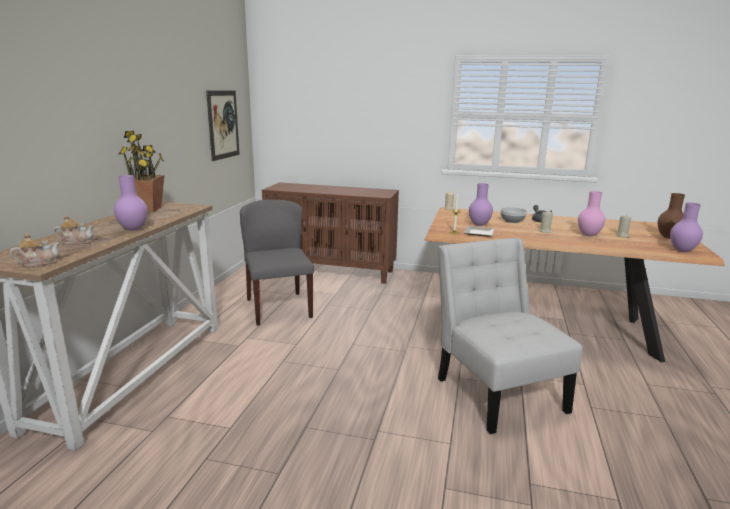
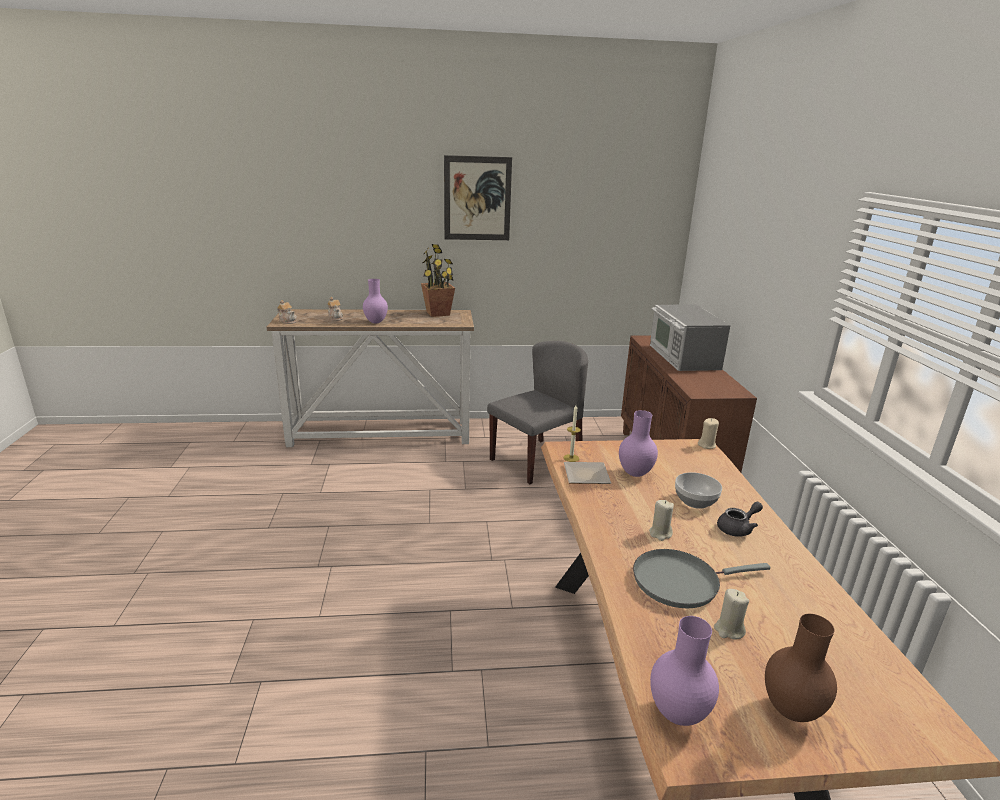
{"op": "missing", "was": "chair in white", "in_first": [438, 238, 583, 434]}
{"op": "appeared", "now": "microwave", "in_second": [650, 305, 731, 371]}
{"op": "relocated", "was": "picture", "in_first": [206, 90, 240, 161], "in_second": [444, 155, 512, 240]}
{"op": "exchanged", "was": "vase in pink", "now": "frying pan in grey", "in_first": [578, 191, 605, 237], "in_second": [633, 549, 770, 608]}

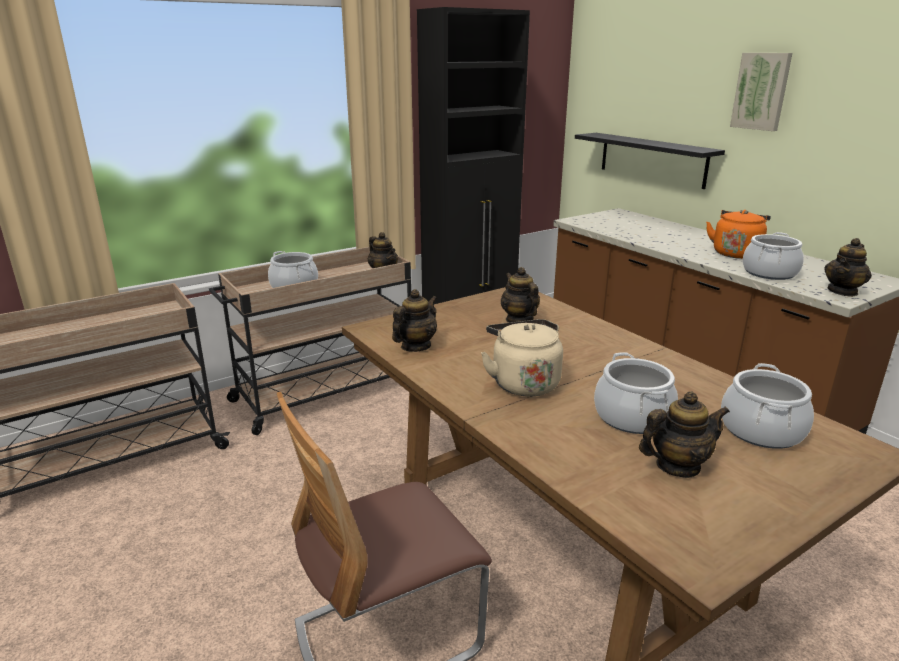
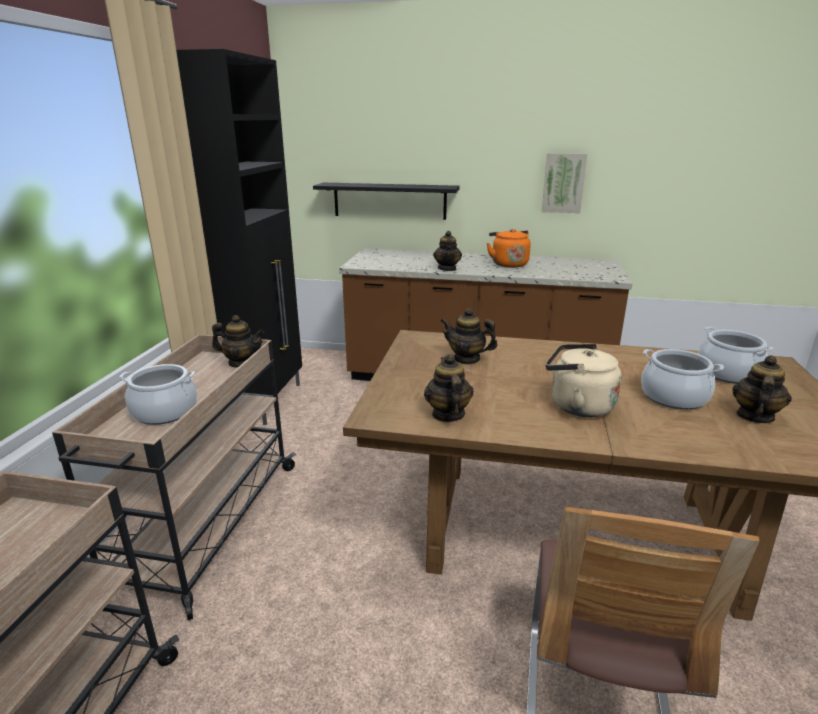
{"op": "missing", "was": "cooking pot", "in_first": [743, 232, 804, 280]}
{"op": "relocated", "was": "picture", "in_first": [730, 53, 792, 131], "in_second": [542, 153, 587, 213]}
{"op": "relocated", "was": "teapot", "in_first": [825, 238, 872, 297], "in_second": [433, 231, 462, 271]}

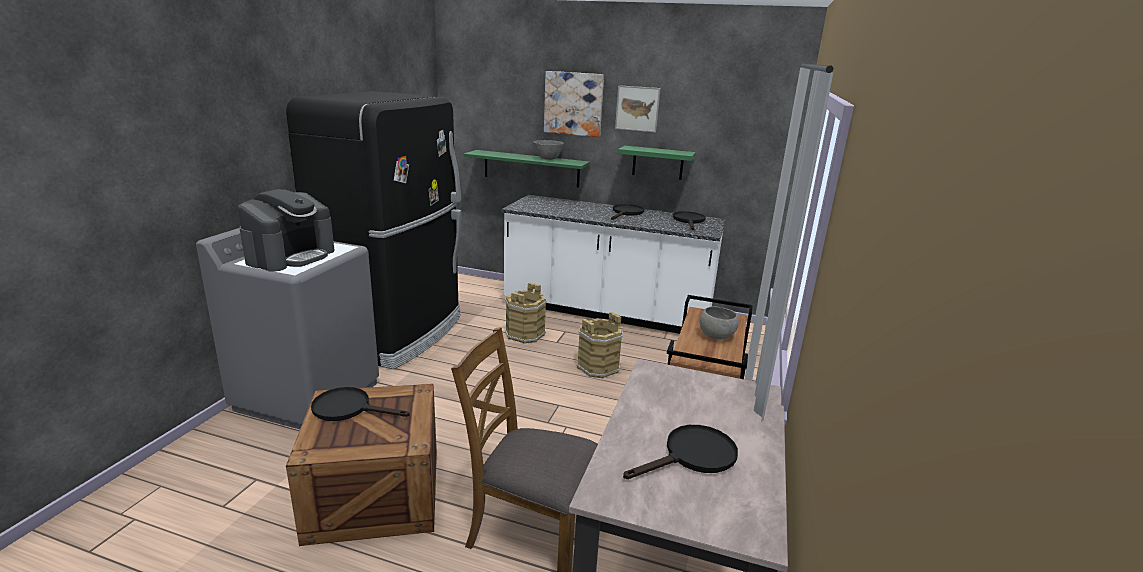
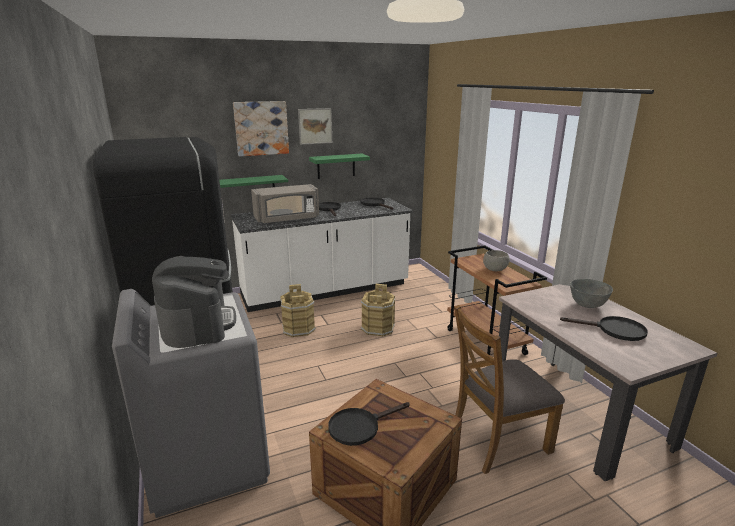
{"op": "appeared", "now": "microwave in grey", "in_second": [251, 184, 319, 224]}
{"op": "relocated", "was": "bowl in grey", "in_first": [533, 140, 564, 160], "in_second": [570, 279, 613, 308]}
{"op": "spun", "was": "frying pan in black", "in_first": [623, 425, 738, 479], "in_second": [560, 316, 648, 341], "clockwise": 90}

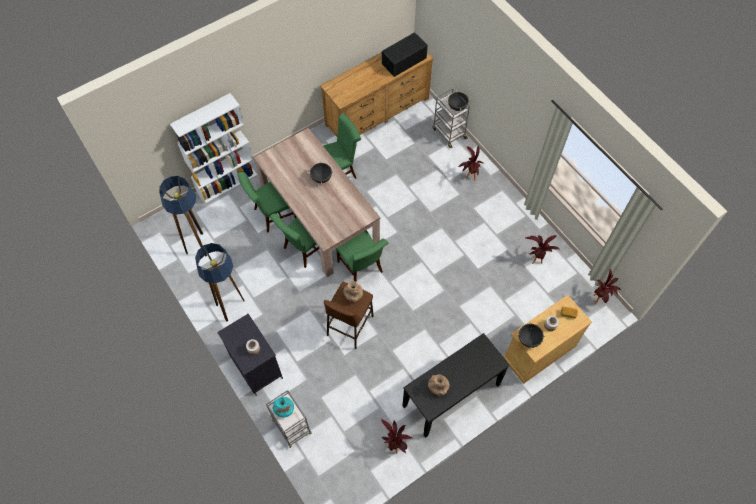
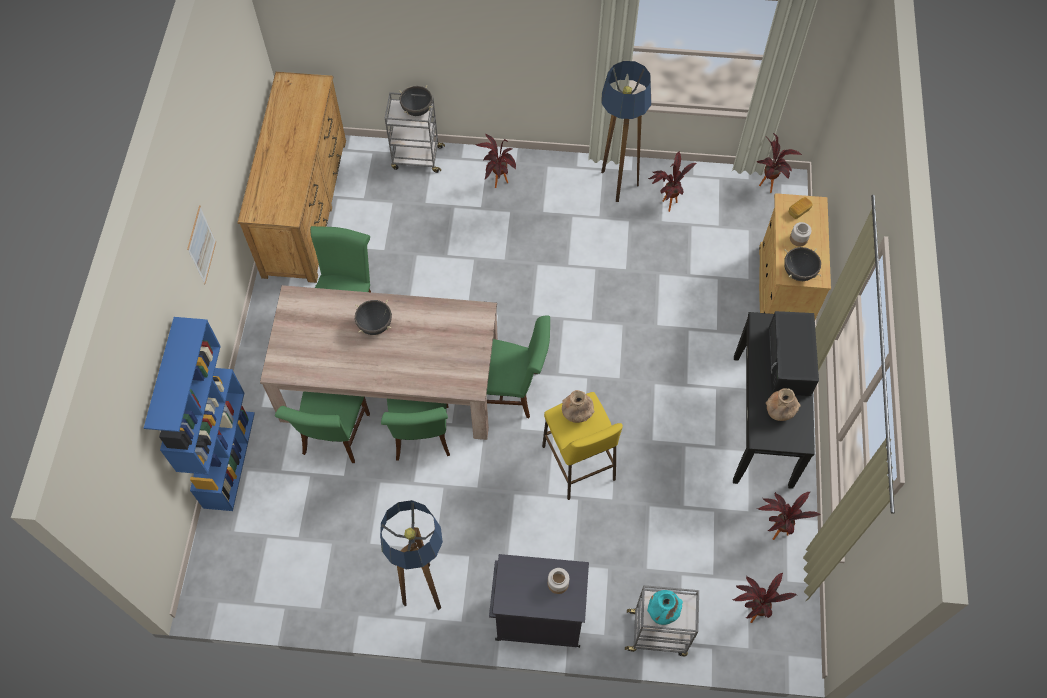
{"op": "appeared", "now": "picture", "in_second": [187, 205, 216, 284]}
{"op": "appeared", "now": "potted plant", "in_second": [733, 573, 797, 623]}
{"op": "relocated", "was": "floor lamp", "in_first": [160, 176, 207, 257], "in_second": [601, 61, 651, 202]}
{"op": "relocated", "was": "microwave in black", "in_first": [382, 32, 428, 77], "in_second": [768, 311, 819, 396]}
{"op": "colour", "was": "bookcase in white", "now": "bookcase in blue", "in_first": [170, 93, 257, 204], "in_second": [144, 317, 255, 511]}
{"op": "colour", "was": "stool in brown", "now": "stool in yellow", "in_first": [324, 282, 374, 349], "in_second": [542, 392, 623, 500]}

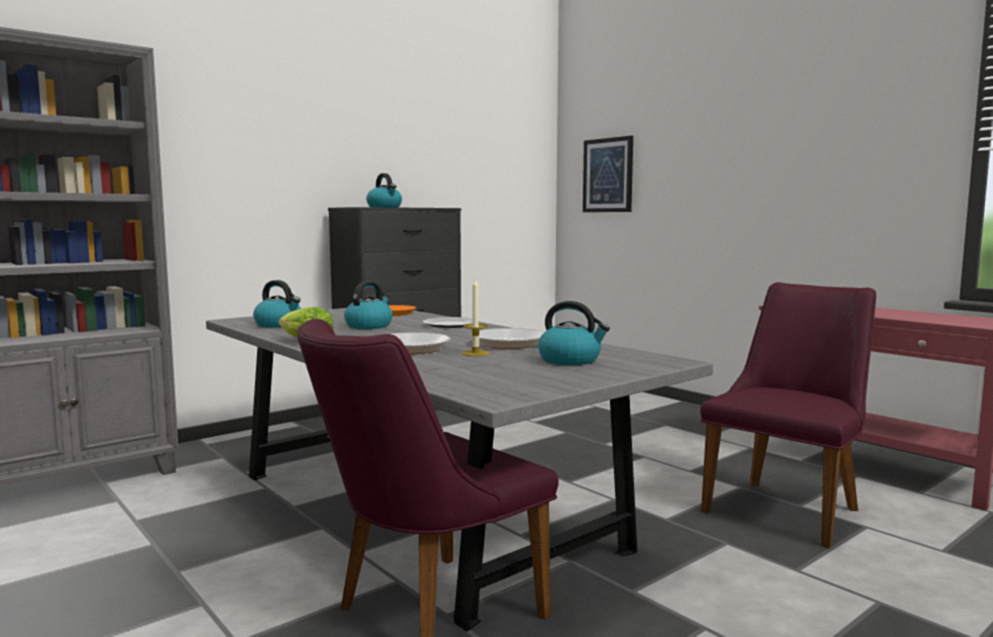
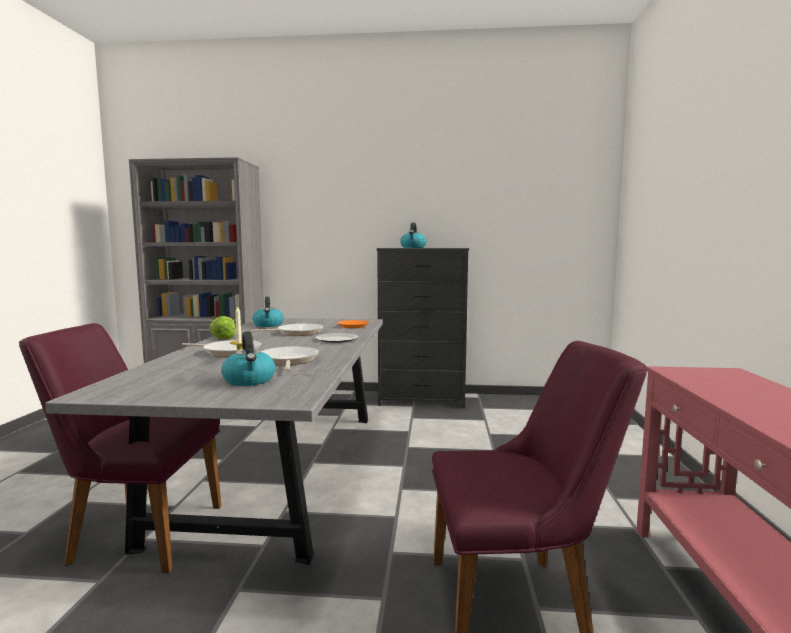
{"op": "missing", "was": "picture", "in_first": [583, 136, 633, 212]}
{"op": "exchanged", "was": "kettle", "now": "frying pan", "in_first": [344, 281, 393, 329], "in_second": [251, 323, 323, 336]}

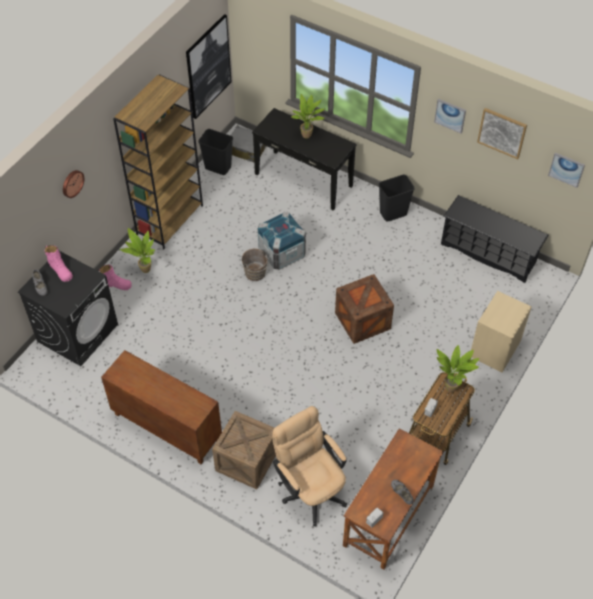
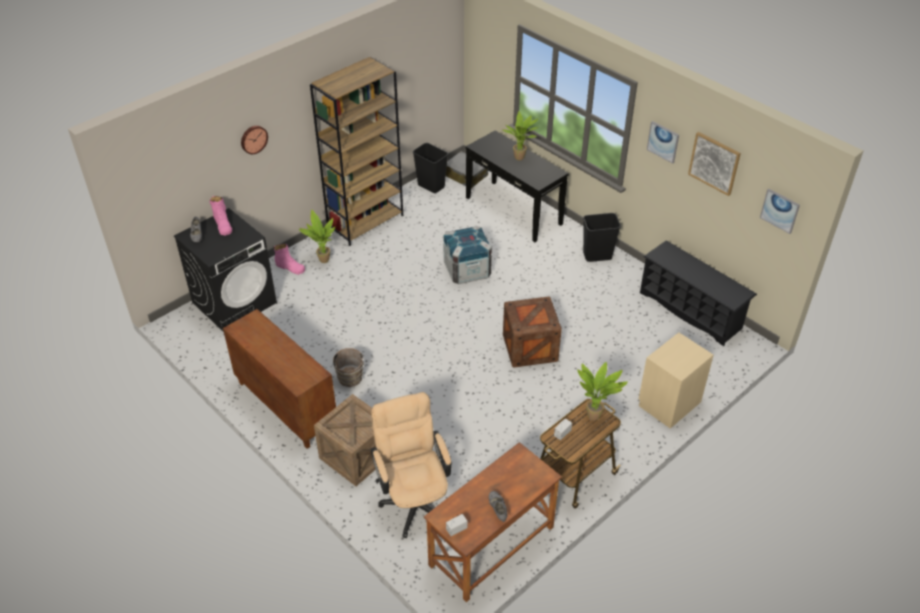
{"op": "missing", "was": "picture", "in_first": [186, 14, 232, 119]}
{"op": "relocated", "was": "bucket in brown", "in_first": [242, 249, 270, 281], "in_second": [332, 348, 364, 387]}

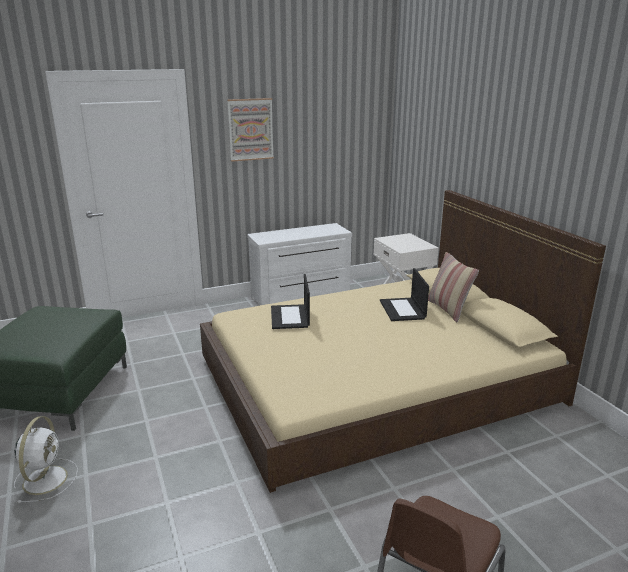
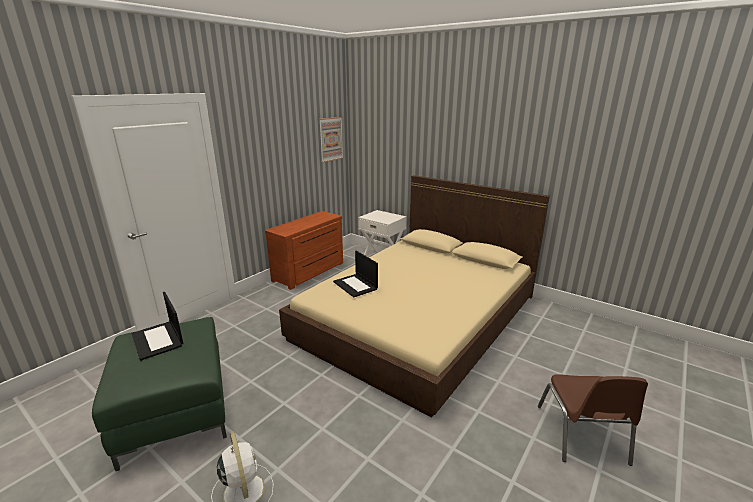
{"op": "missing", "was": "pillow", "in_first": [428, 252, 479, 322]}
{"op": "relocated", "was": "picture", "in_first": [227, 98, 274, 162], "in_second": [319, 117, 344, 163]}
{"op": "relocated", "was": "laptop", "in_first": [380, 268, 429, 321], "in_second": [131, 292, 184, 361]}
{"op": "colour", "was": "dresser in white", "now": "dresser in brown", "in_first": [247, 223, 352, 305], "in_second": [265, 211, 343, 290]}

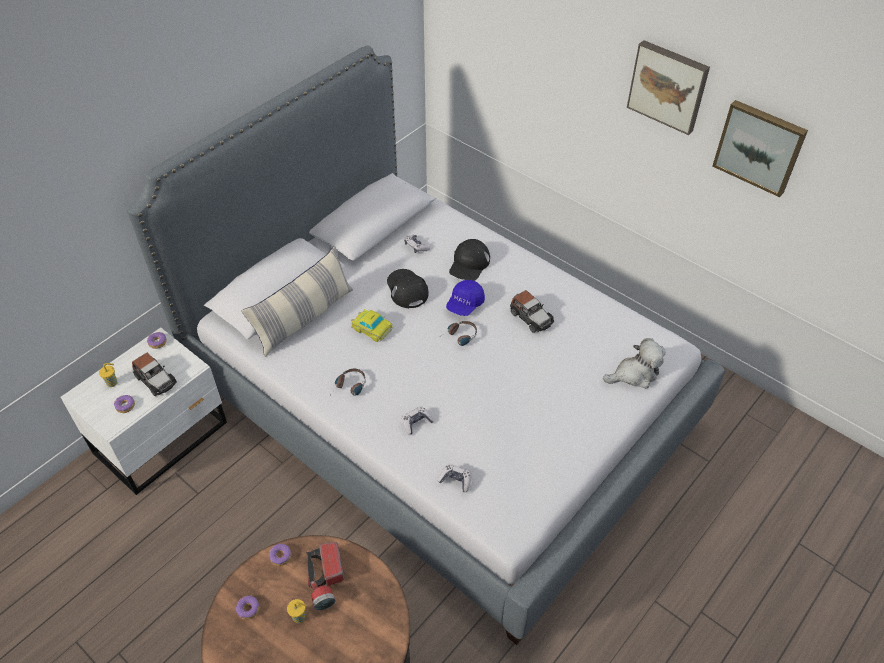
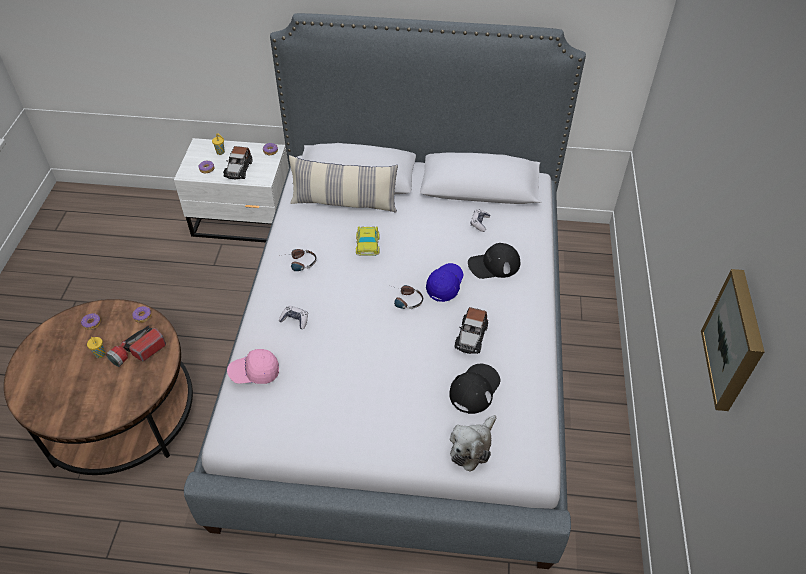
{"op": "missing", "was": "picture", "in_first": [627, 40, 710, 135]}
{"op": "relocated", "was": "cap in black", "in_first": [387, 269, 429, 308], "in_second": [449, 364, 500, 414]}
{"op": "exchanged", "was": "game controller", "now": "cap in pink", "in_first": [438, 464, 471, 492], "in_second": [227, 349, 279, 384]}
{"op": "spun", "was": "cap in blue", "in_first": [446, 280, 485, 316], "in_second": [426, 263, 464, 302], "clockwise": 120}
{"op": "spun", "was": "plush toy", "in_first": [603, 338, 666, 389], "in_second": [450, 415, 496, 472], "clockwise": 90}

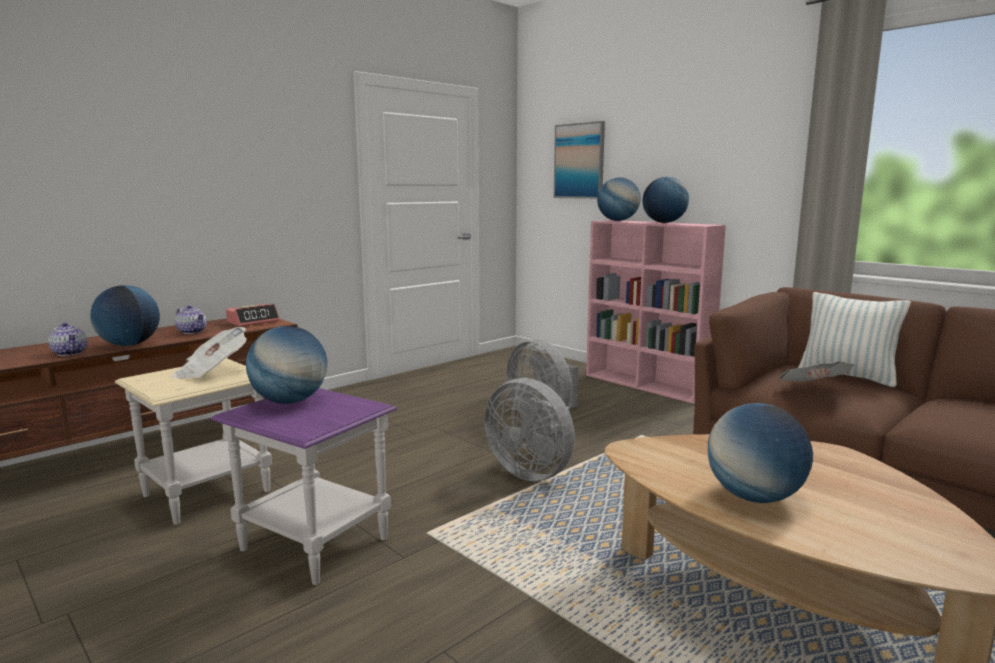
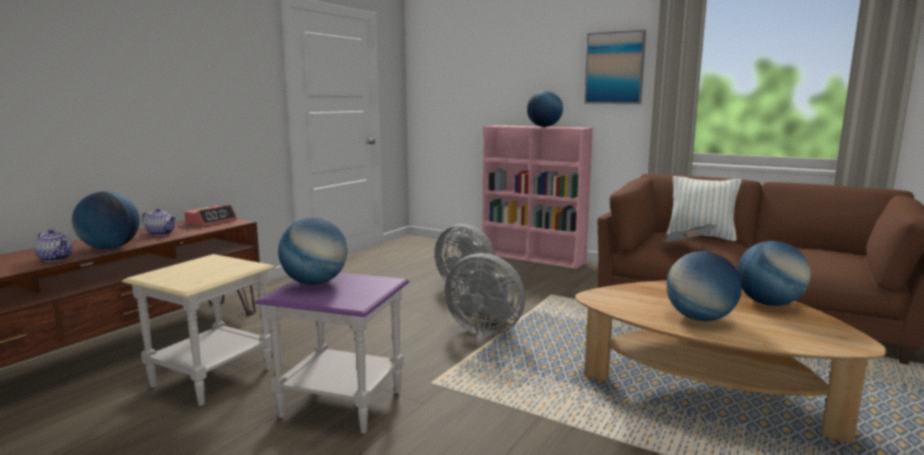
{"op": "missing", "was": "newspaper", "in_first": [172, 327, 247, 379]}
{"op": "relocated", "was": "picture", "in_first": [554, 121, 605, 199], "in_second": [584, 30, 646, 104]}
{"op": "relocated", "was": "globe", "in_first": [597, 177, 640, 221], "in_second": [737, 241, 811, 306]}

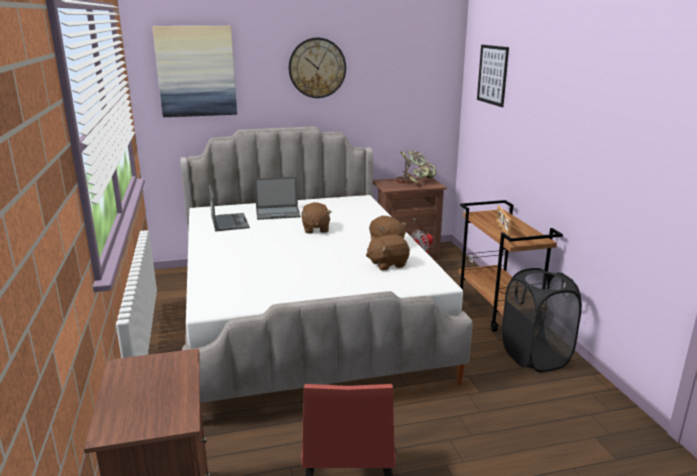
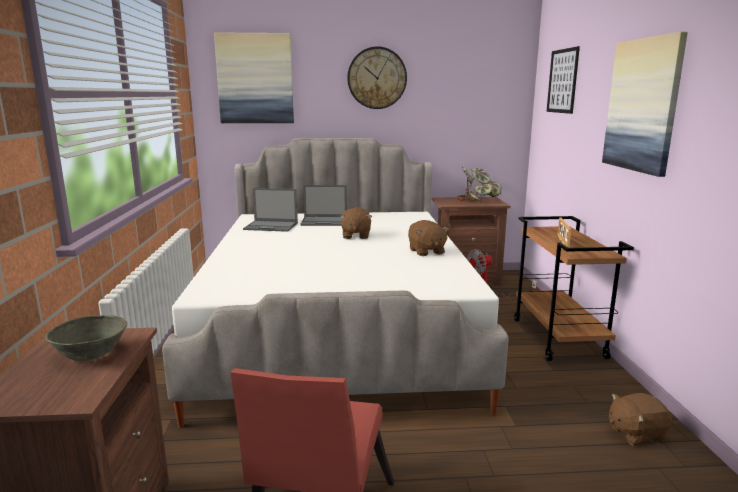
{"op": "missing", "was": "laundry basket in black", "in_first": [502, 268, 582, 372]}
{"op": "appeared", "now": "bowl in grey", "in_second": [45, 315, 128, 361]}
{"op": "appeared", "now": "picture", "in_second": [602, 32, 688, 177]}
{"op": "relocated", "was": "plush toy in brown", "in_first": [366, 235, 410, 270], "in_second": [609, 393, 672, 446]}
{"op": "spun", "was": "laptop", "in_first": [209, 185, 250, 232], "in_second": [243, 188, 298, 232], "clockwise": 105}

